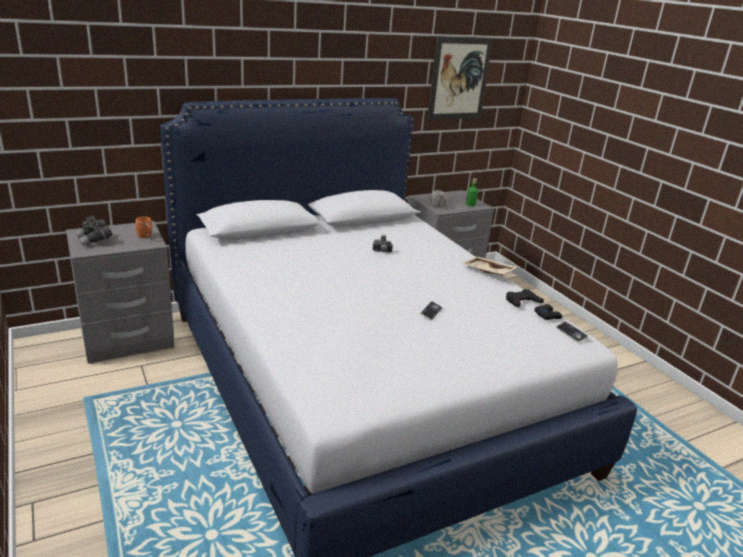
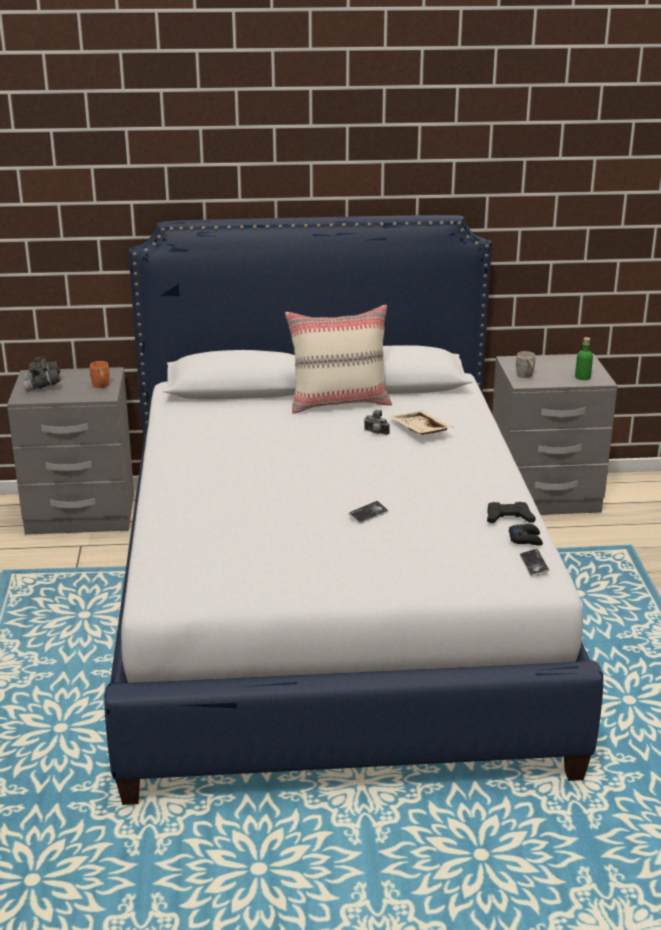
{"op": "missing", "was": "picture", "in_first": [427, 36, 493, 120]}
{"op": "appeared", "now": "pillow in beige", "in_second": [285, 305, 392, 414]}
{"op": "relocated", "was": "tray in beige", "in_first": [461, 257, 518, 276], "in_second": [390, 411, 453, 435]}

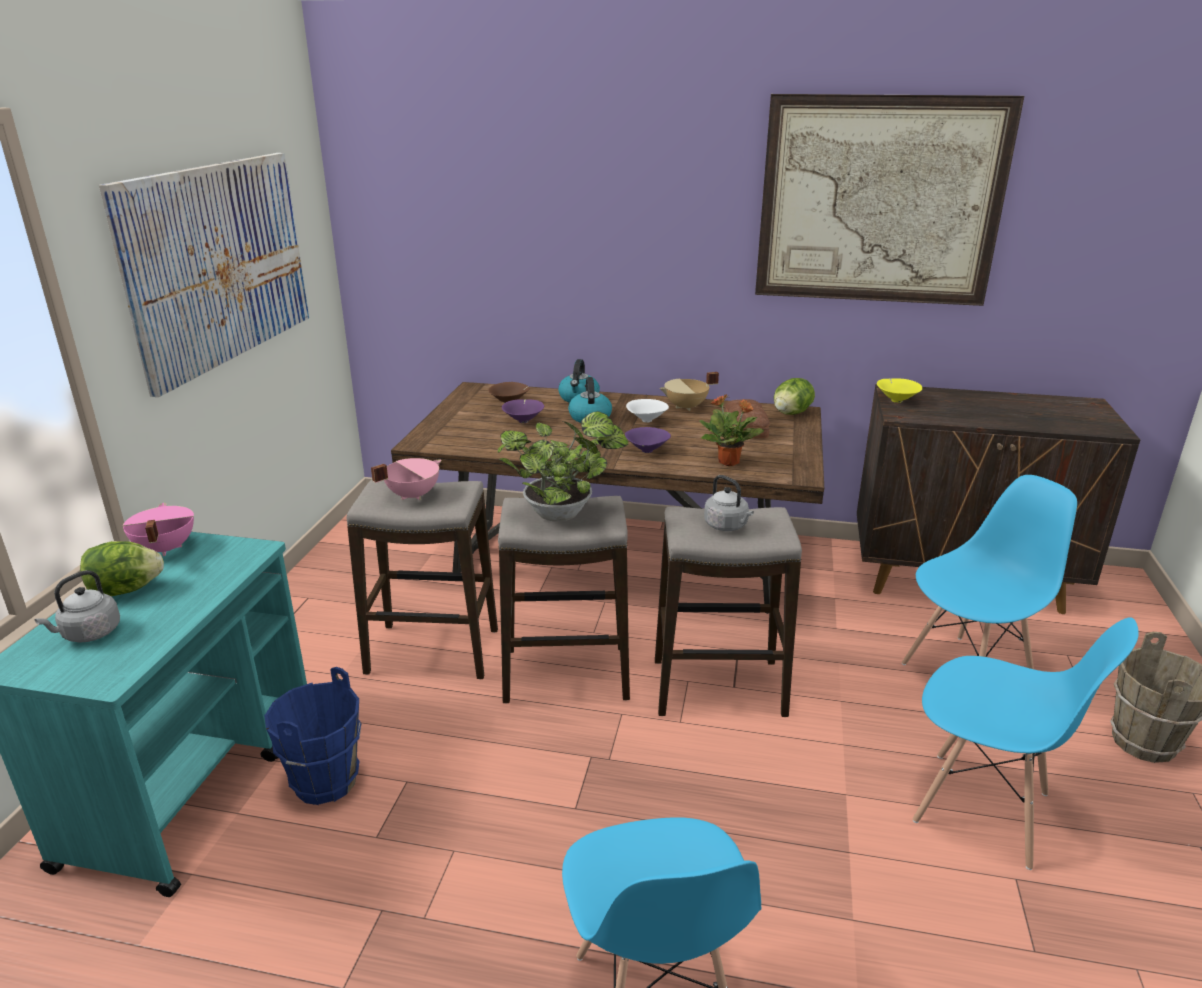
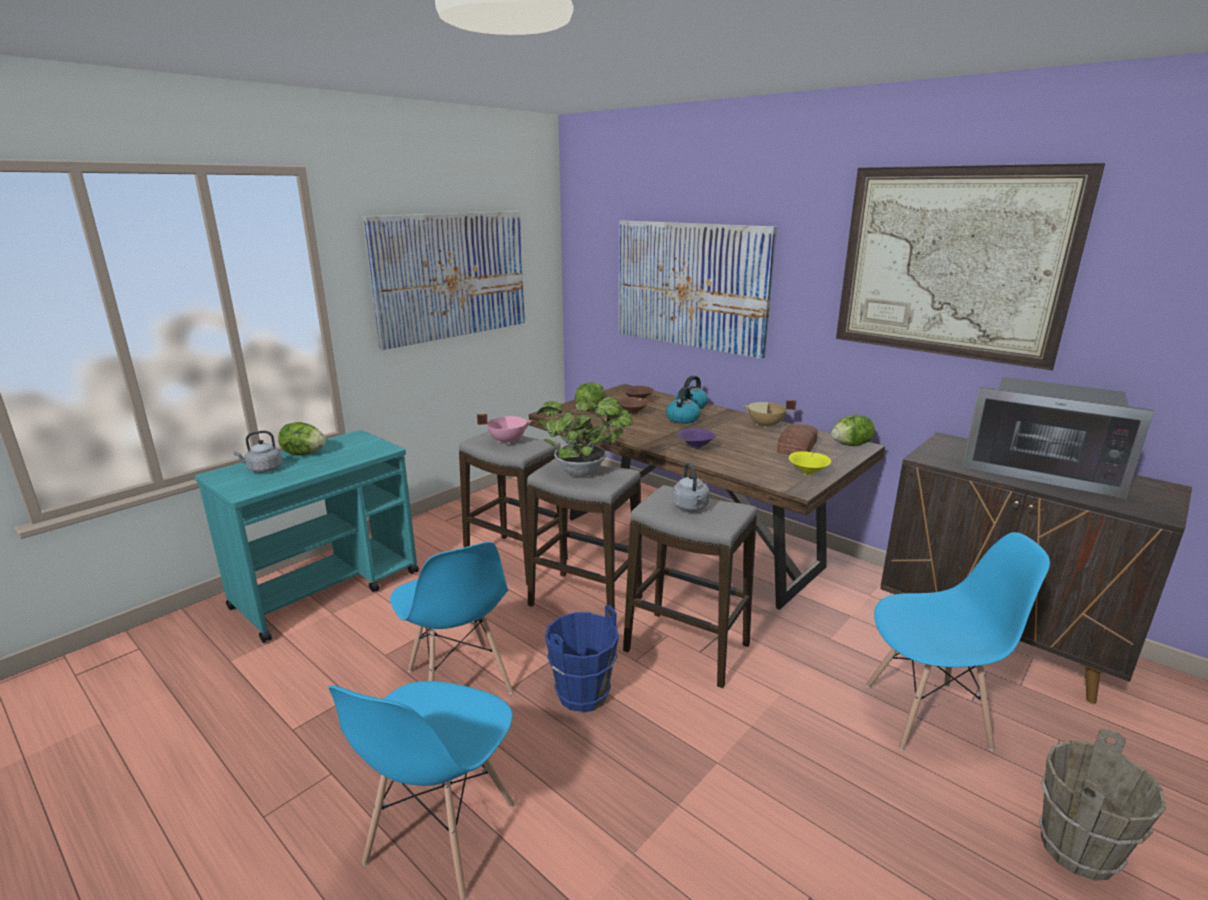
{"op": "missing", "was": "cooking pot in pink", "in_first": [123, 503, 194, 556]}
{"op": "missing", "was": "bowl in white", "in_first": [626, 399, 669, 422]}
{"op": "missing", "was": "potted plant", "in_first": [699, 394, 764, 466]}
{"op": "appeared", "now": "lettuce", "in_second": [575, 382, 606, 411]}
{"op": "appeared", "now": "picture", "in_second": [618, 220, 777, 359]}
{"op": "appeared", "now": "microwave", "in_second": [962, 377, 1154, 499]}
{"op": "relocated", "was": "bucket in blue", "in_first": [264, 667, 361, 805], "in_second": [545, 605, 619, 713]}
{"op": "relocated", "was": "bowl in yellow", "in_first": [877, 378, 922, 403], "in_second": [789, 451, 831, 475]}
{"op": "relocated", "was": "chair in blue", "in_first": [913, 617, 1139, 870], "in_second": [390, 542, 513, 694]}
{"op": "colour", "was": "bowl in purple", "now": "bowl in brown", "in_first": [502, 399, 544, 423], "in_second": [618, 397, 649, 415]}

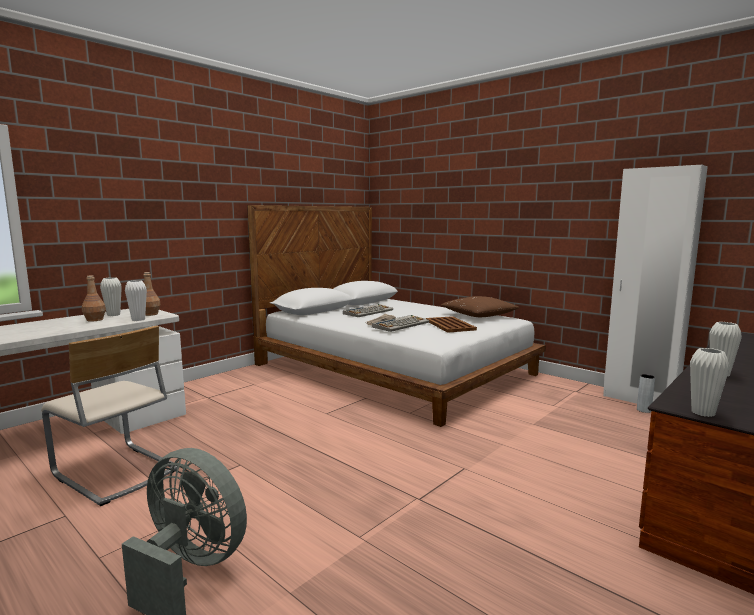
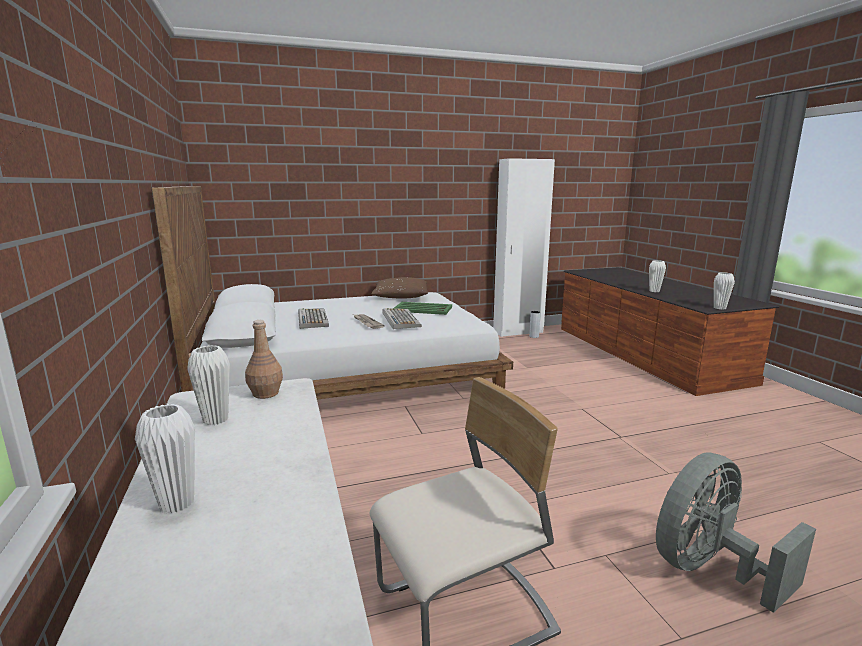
{"op": "missing", "was": "bottle in brown", "in_first": [82, 275, 106, 322]}
{"op": "relocated", "was": "vase in white", "in_first": [125, 280, 147, 321], "in_second": [135, 404, 195, 513]}
{"op": "colour", "was": "tray in brown", "now": "tray in green", "in_first": [426, 316, 477, 333], "in_second": [393, 302, 452, 315]}

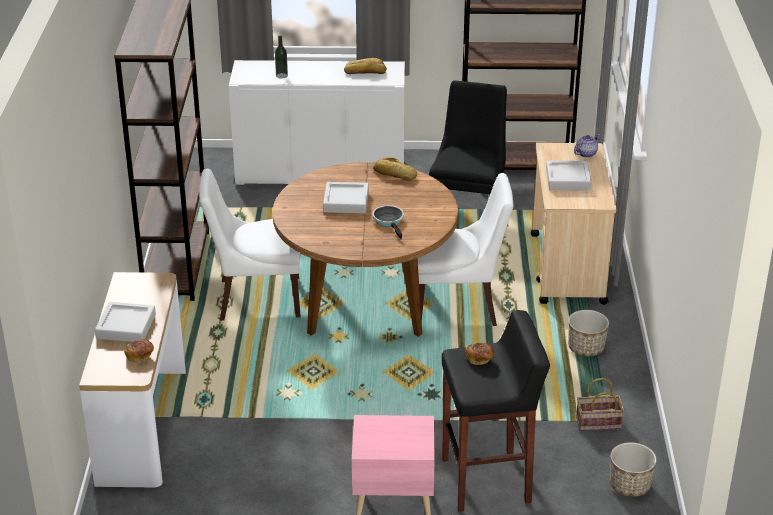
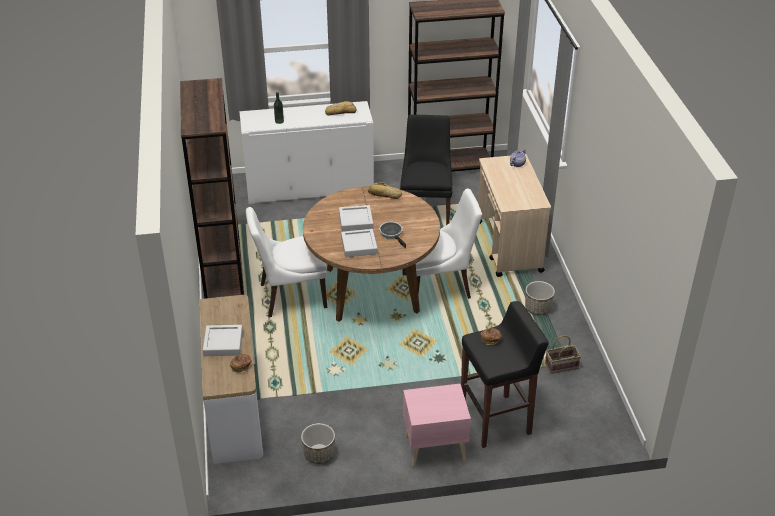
{"op": "relocated", "was": "tray in grey", "in_first": [546, 160, 592, 190], "in_second": [341, 229, 378, 257]}
{"op": "relocated", "was": "planter", "in_first": [610, 442, 657, 497], "in_second": [301, 423, 335, 464]}

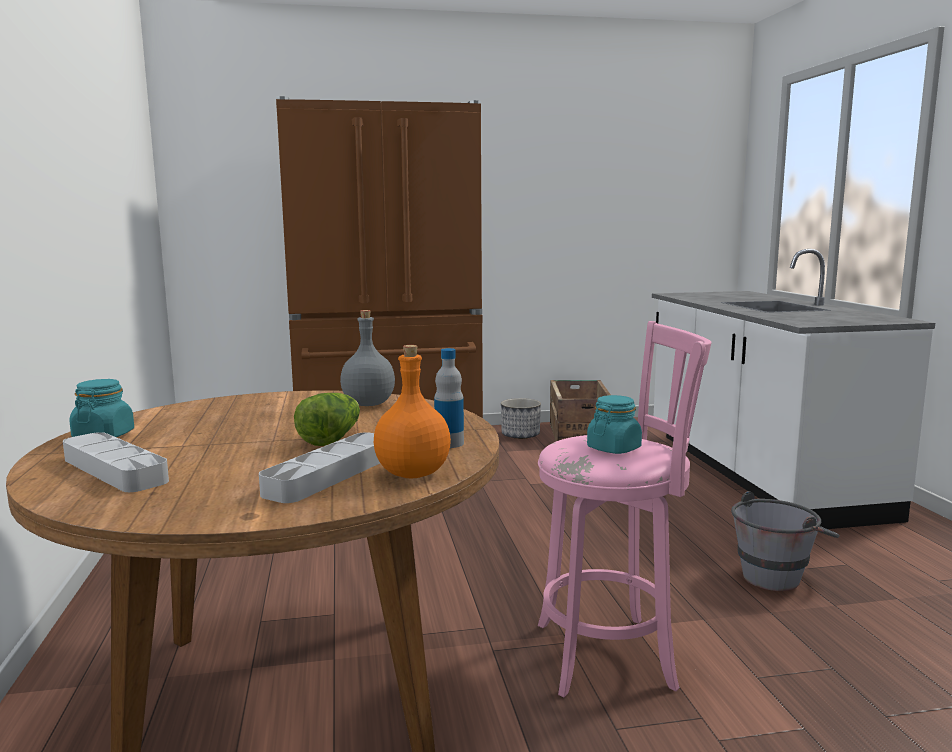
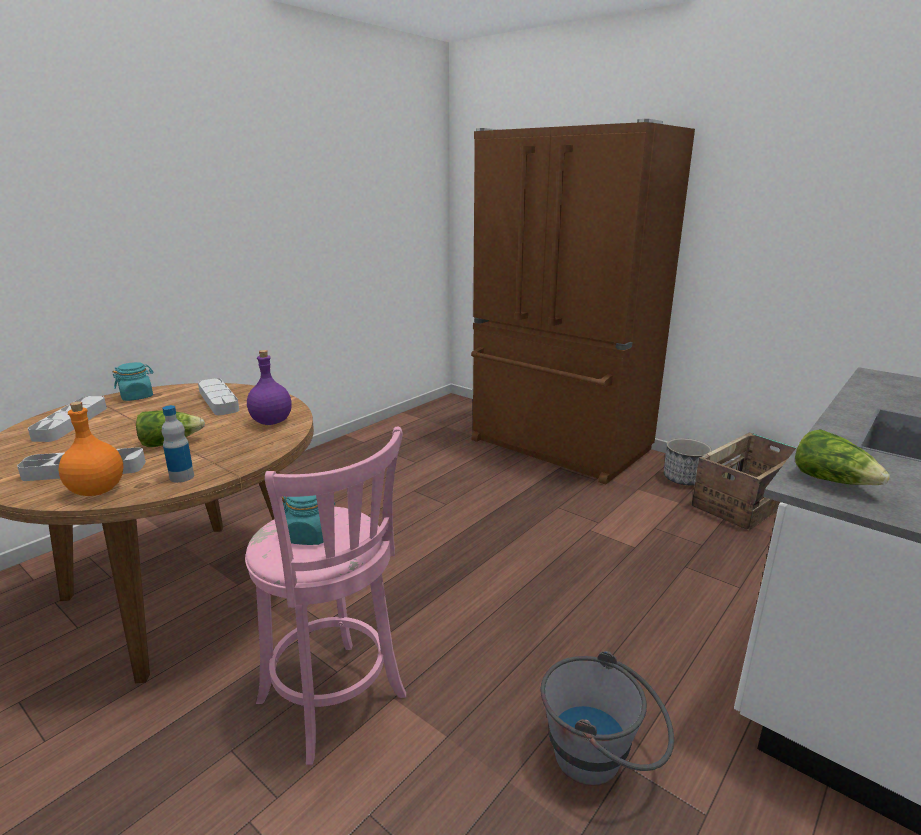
{"op": "appeared", "now": "tray in grey", "in_second": [198, 378, 239, 415]}
{"op": "appeared", "now": "lettuce", "in_second": [795, 429, 890, 485]}
{"op": "colour", "was": "bottle in grey", "now": "bottle in purple", "in_first": [340, 310, 395, 406], "in_second": [247, 350, 292, 425]}

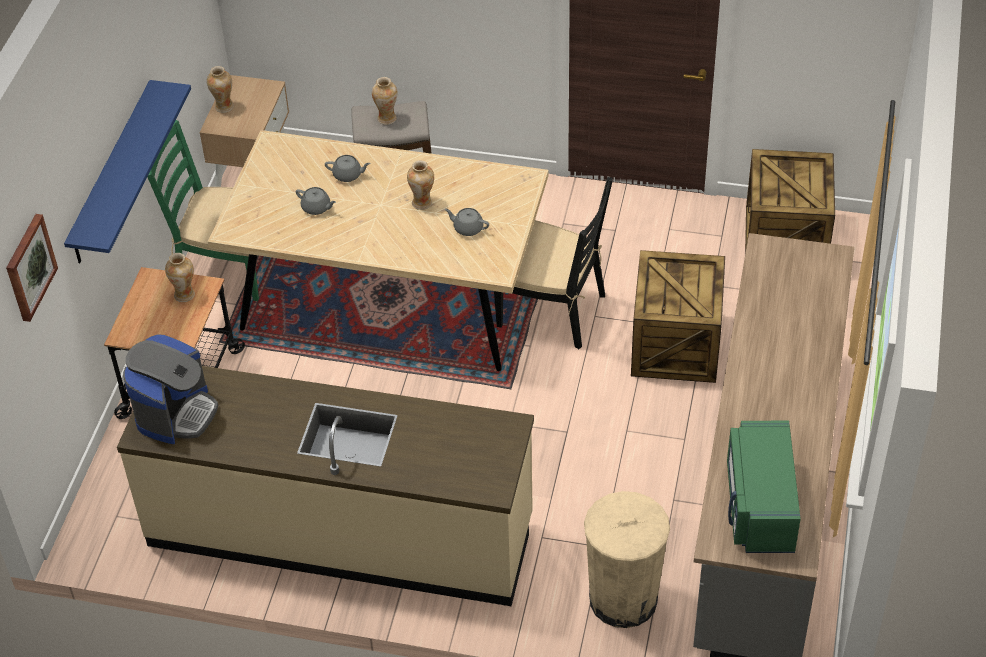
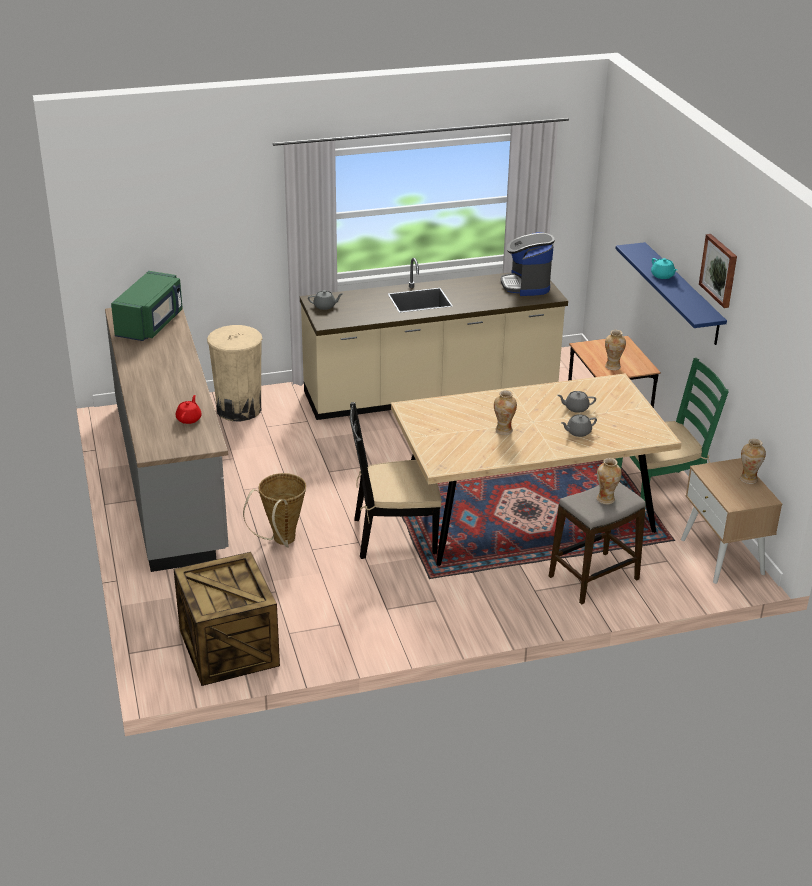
{"op": "appeared", "now": "teapot in red", "in_second": [176, 395, 202, 424]}
{"op": "appeared", "now": "teapot in turquoise", "in_second": [651, 258, 677, 279]}
{"op": "relocated", "was": "picture", "in_first": [6, 214, 58, 322], "in_second": [699, 234, 737, 308]}
{"op": "relocated", "was": "teapot in grey", "in_first": [445, 208, 489, 236], "in_second": [308, 290, 343, 310]}
{"op": "exchanged", "was": "crate", "now": "basket", "in_first": [631, 250, 725, 383], "in_second": [243, 473, 306, 547]}
{"op": "spun", "was": "microwave in green", "in_first": [727, 421, 801, 553], "in_second": [111, 271, 183, 341], "clockwise": 45}

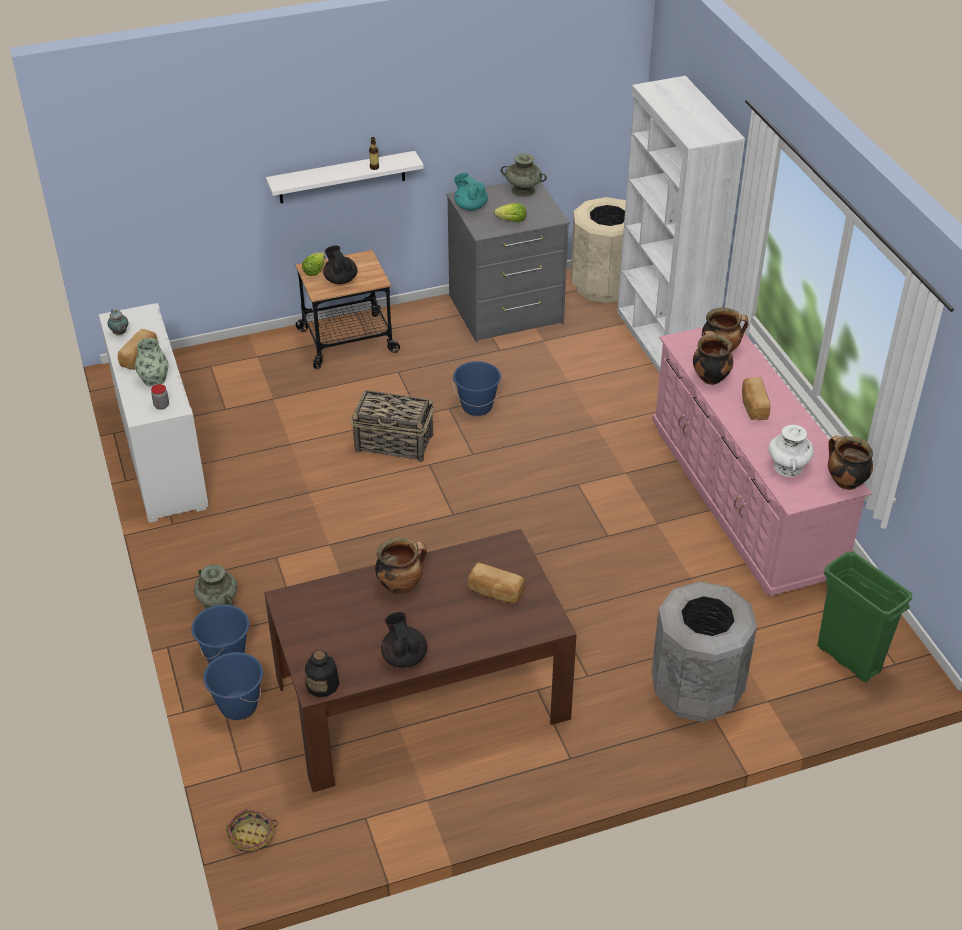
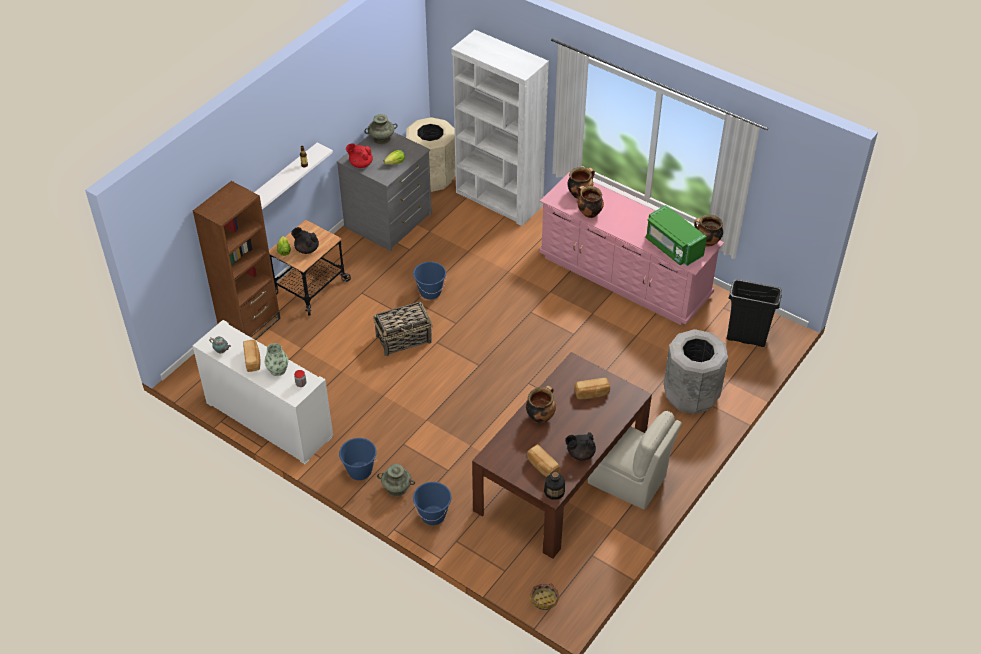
{"op": "appeared", "now": "bookcase in brown", "in_second": [193, 181, 281, 340]}
{"op": "appeared", "now": "chair in beige", "in_second": [588, 411, 682, 509]}
{"op": "relocated", "was": "bucket in blue", "in_first": [203, 652, 263, 720], "in_second": [339, 438, 377, 480]}
{"op": "relocated", "was": "bread", "in_first": [742, 377, 770, 420], "in_second": [527, 444, 560, 477]}
{"op": "exchanged", "was": "vase in white", "now": "microwave in green", "in_first": [768, 425, 814, 477], "in_second": [645, 205, 707, 266]}
{"op": "colour", "was": "teapot in turquoise", "now": "teapot in red", "in_first": [454, 173, 488, 211], "in_second": [346, 143, 373, 168]}
{"op": "colour", "was": "trash can in green", "now": "trash can in black", "in_first": [818, 551, 912, 683], "in_second": [727, 279, 782, 347]}
{"op": "spun", "was": "teapot in black", "in_first": [381, 612, 428, 668], "in_second": [565, 432, 596, 460], "clockwise": -45}

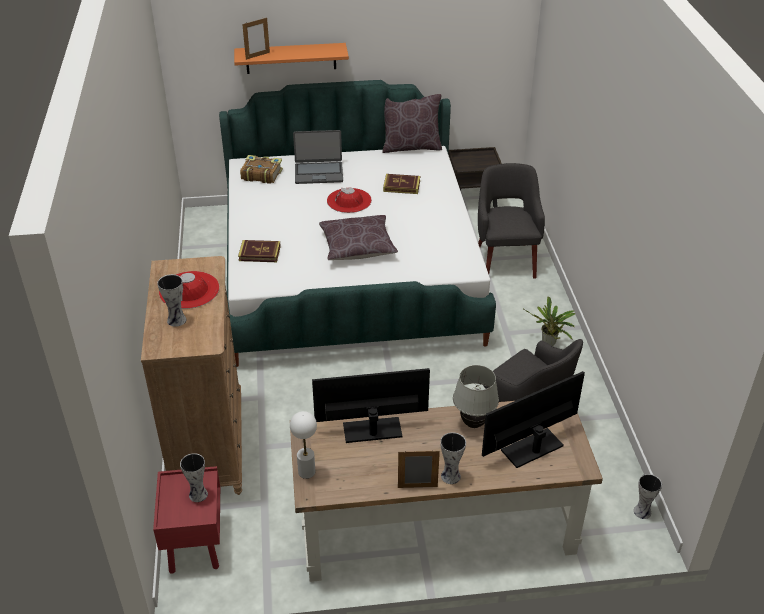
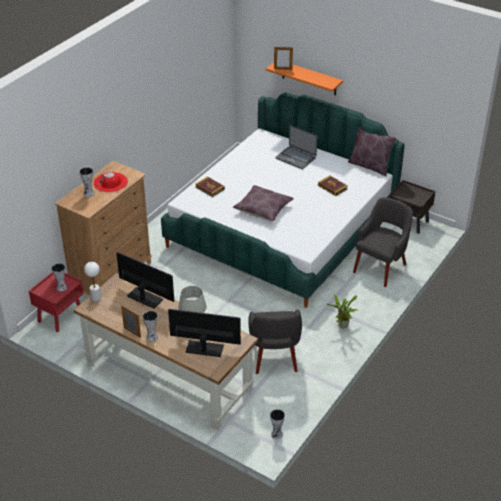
{"op": "missing", "was": "book", "in_first": [240, 155, 283, 184]}
{"op": "missing", "was": "hat in red", "in_first": [327, 187, 372, 213]}

